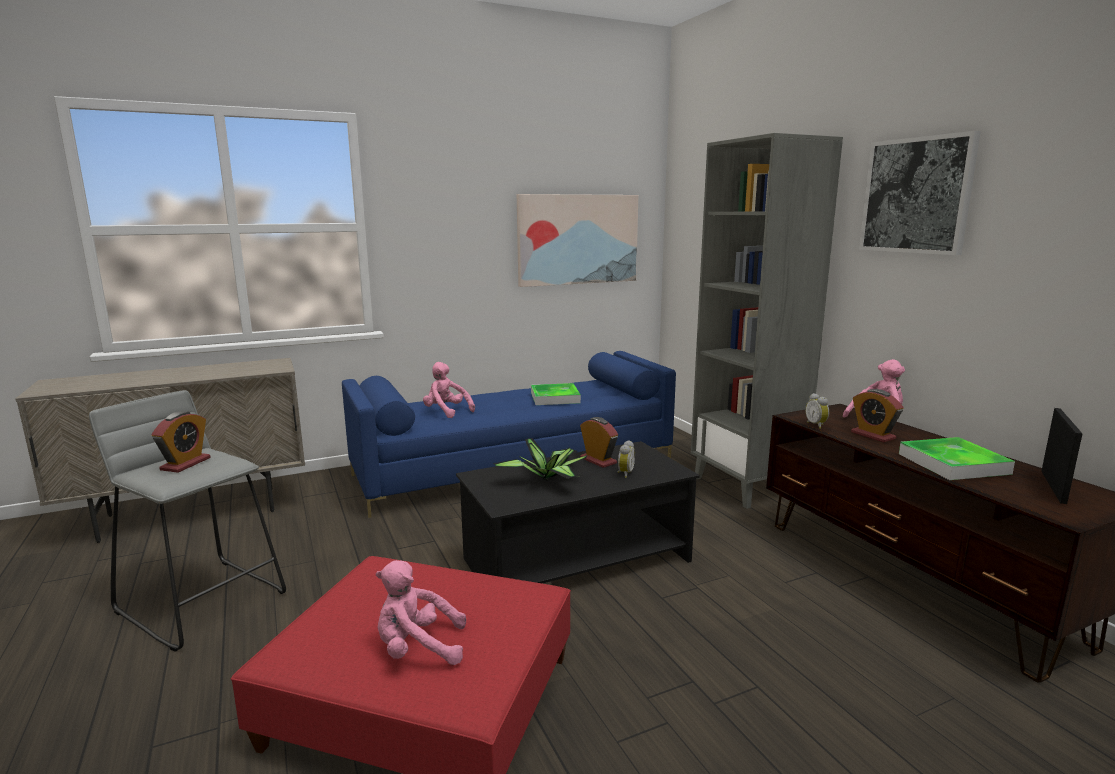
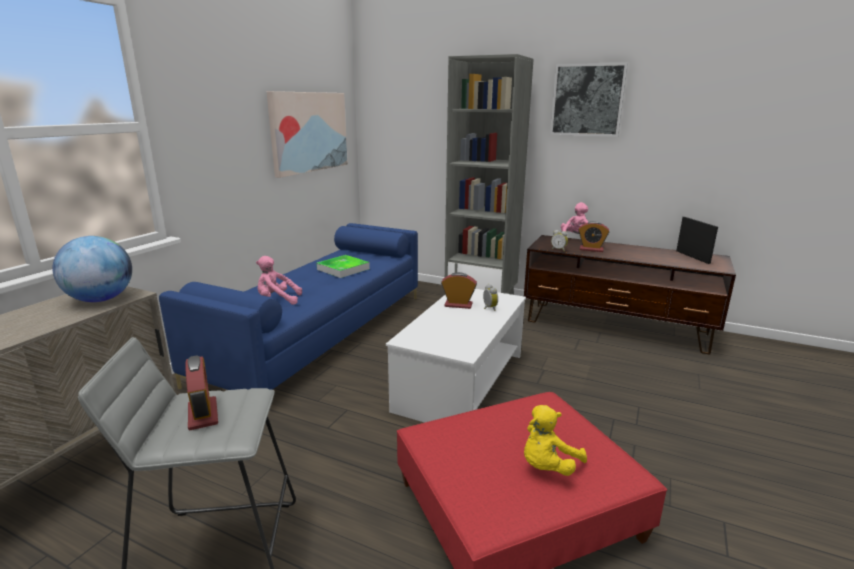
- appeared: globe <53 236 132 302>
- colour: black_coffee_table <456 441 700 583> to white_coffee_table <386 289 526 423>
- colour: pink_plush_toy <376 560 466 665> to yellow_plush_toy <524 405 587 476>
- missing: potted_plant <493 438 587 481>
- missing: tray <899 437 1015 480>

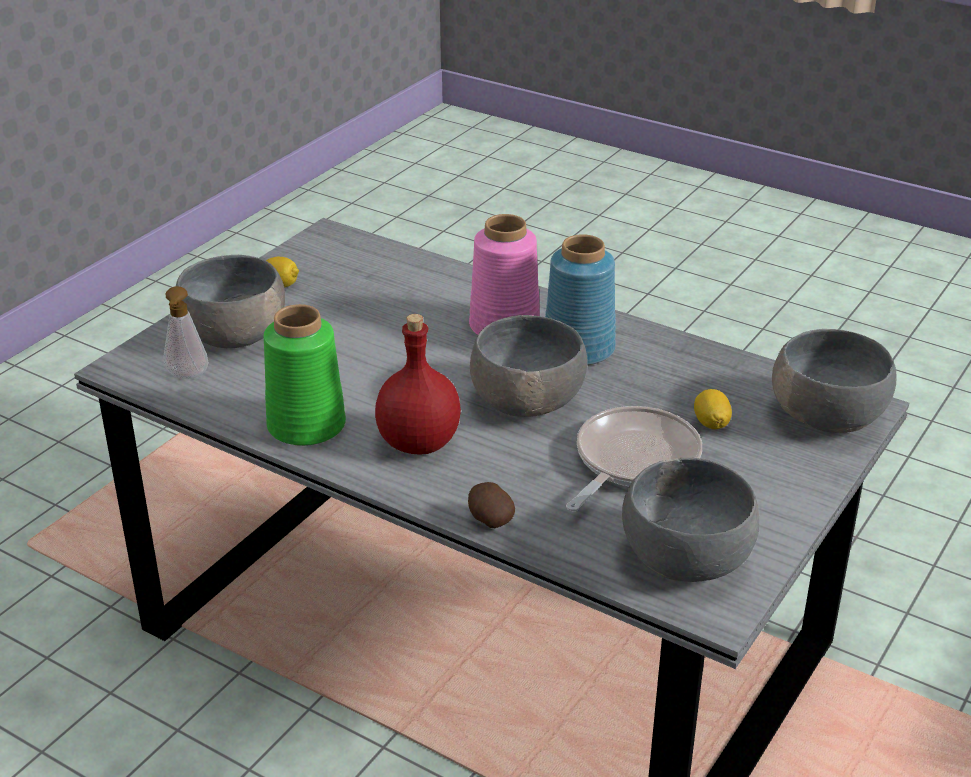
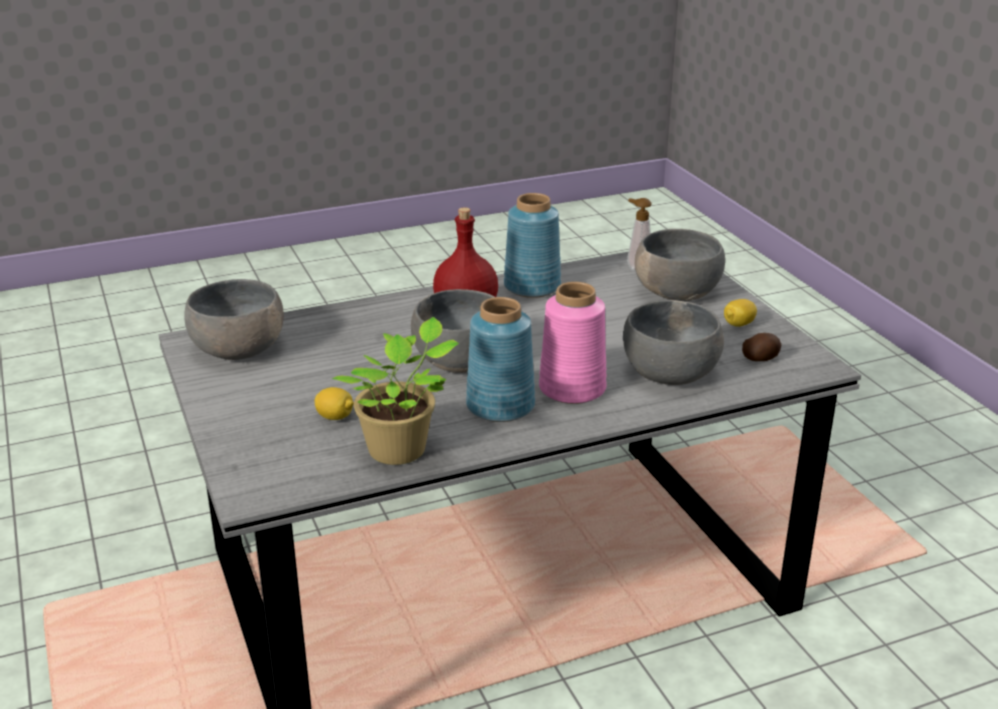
- appeared: potted_plant <331 317 459 465>
- colour: green_vase <263 304 346 446> to blue_vase <504 193 561 298>
- relocated: grey_bowl <772 329 897 433> to <623 300 724 385>
- relocated: potato <468 482 515 528> to <742 333 781 361>
- missing: frying_pan <566 406 702 511>

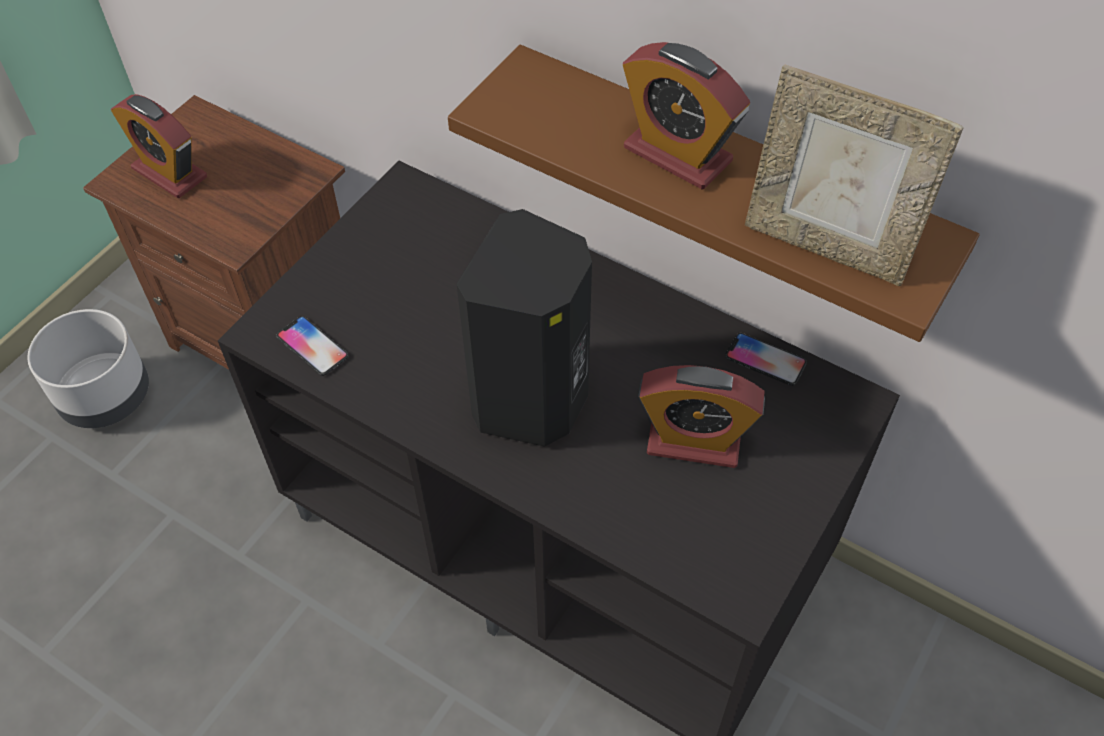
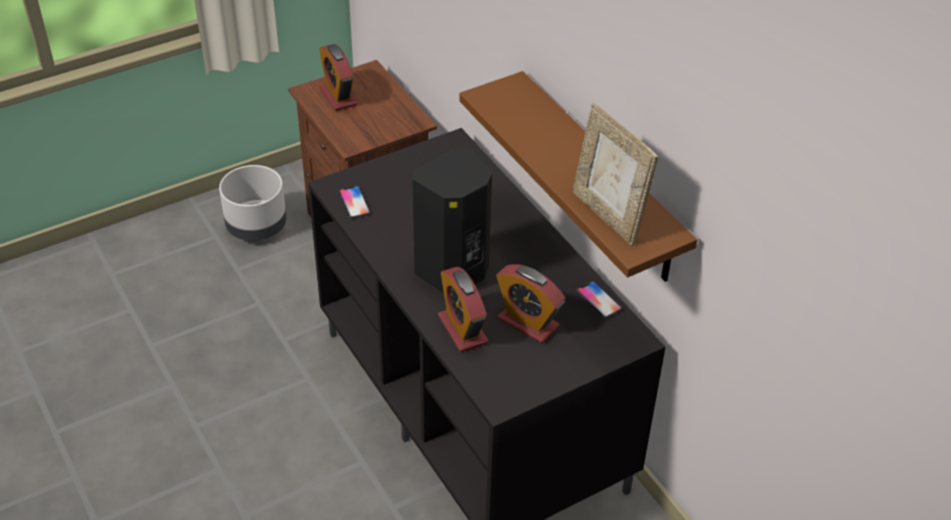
- relocated: alarm_clock <623 42 750 190> to <438 267 488 352>

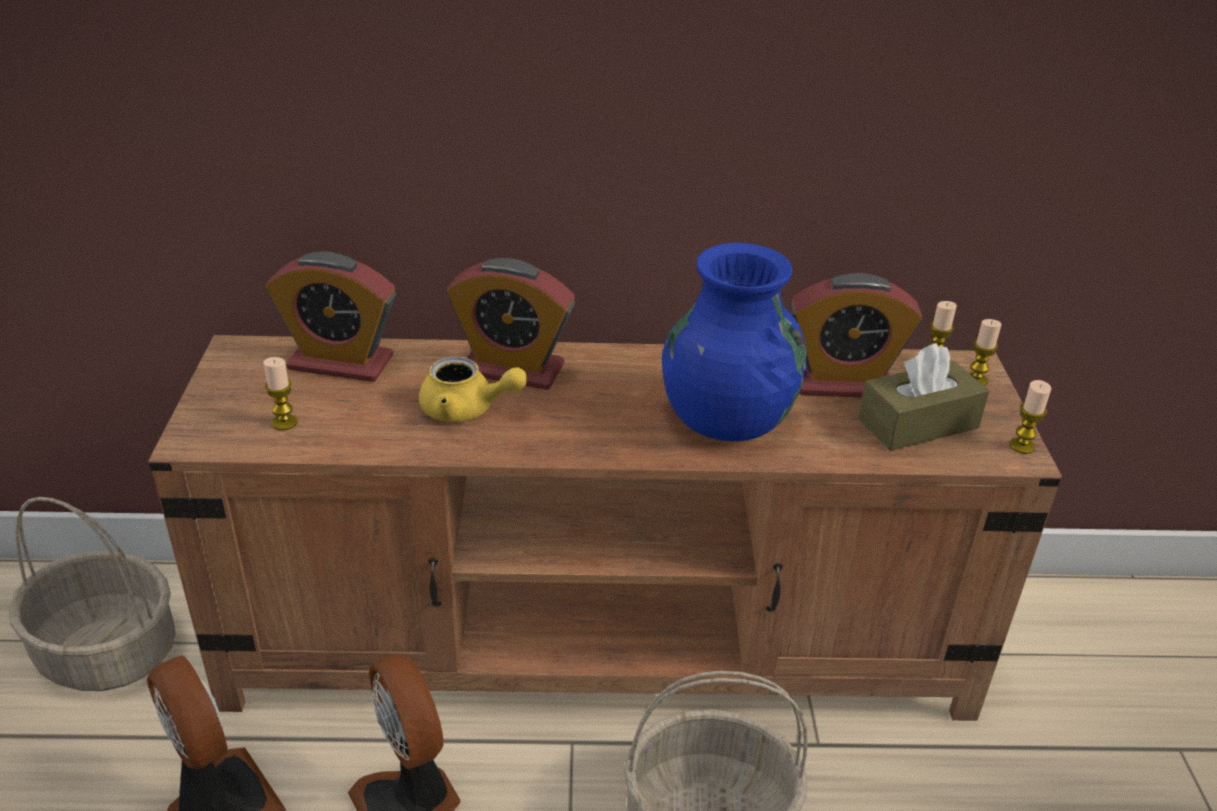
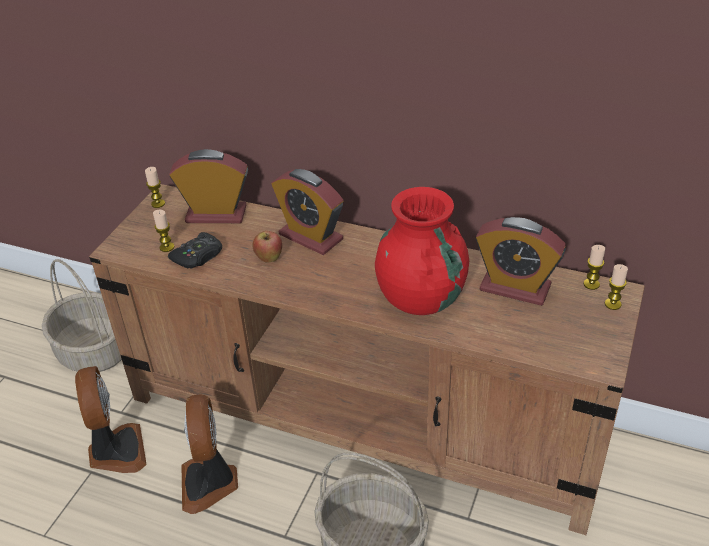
- relocated: candle <1009 380 1051 454> to <145 167 165 208>
- appeared: black_game_controller <168 232 222 269>
- spun: alarm_clock <266 252 396 382> = <169 149 248 223> 150 degrees clockwise
- exchanged: yellow_teapot <419 356 527 422> to apple <252 231 282 263>
- colour: blue_vase <662 243 807 441> to red_vase <375 187 469 315>
- missing: brown_tissue_box <858 343 989 451>

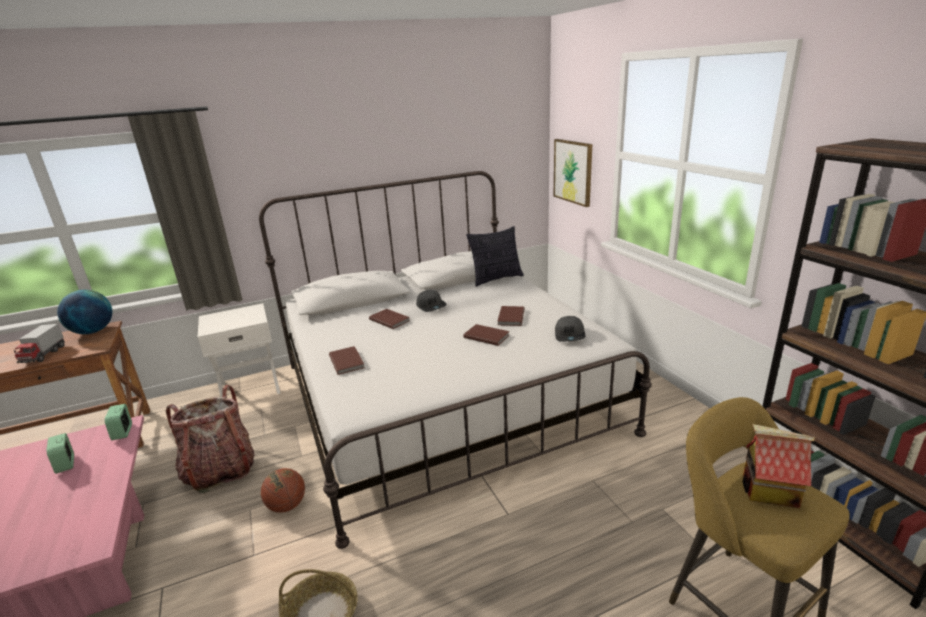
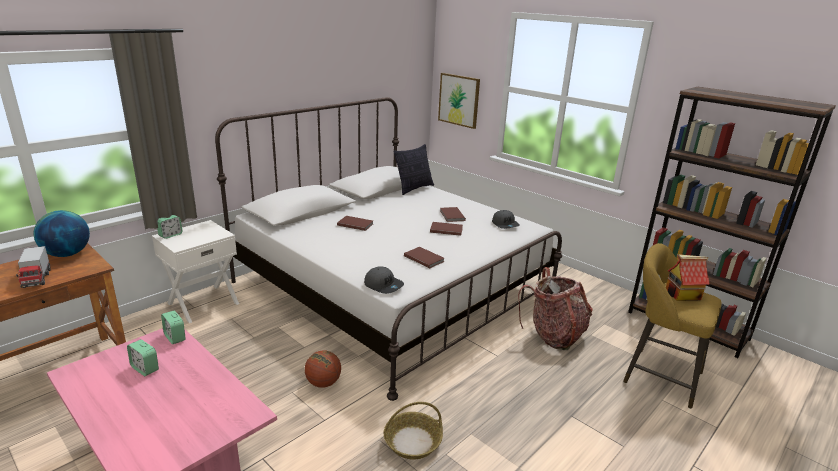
- appeared: alarm_clock <157 215 183 239>
- relocated: grey_cap <416 290 447 312> to <364 266 404 294>
- relocated: brown_book <329 346 365 375> to <404 247 444 268>
- relocated: backpack <166 385 255 493> to <518 267 593 350>

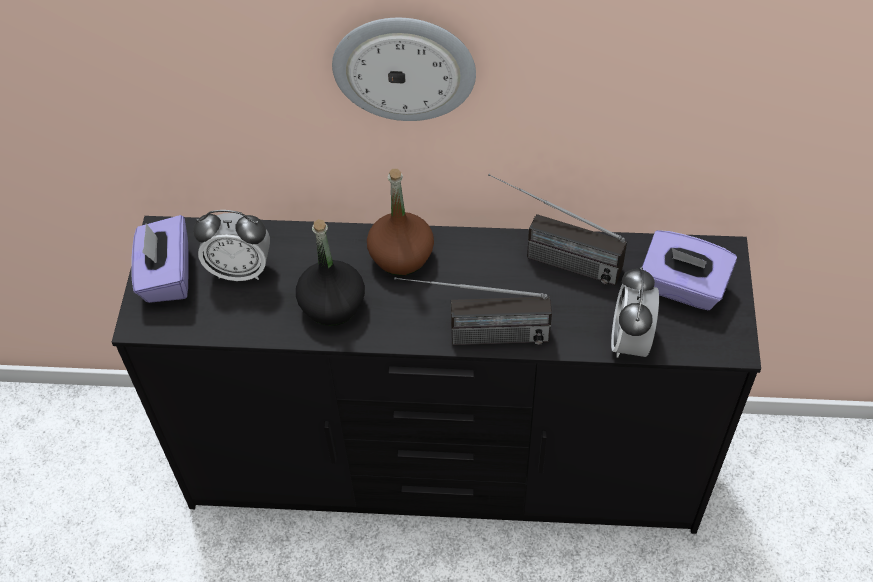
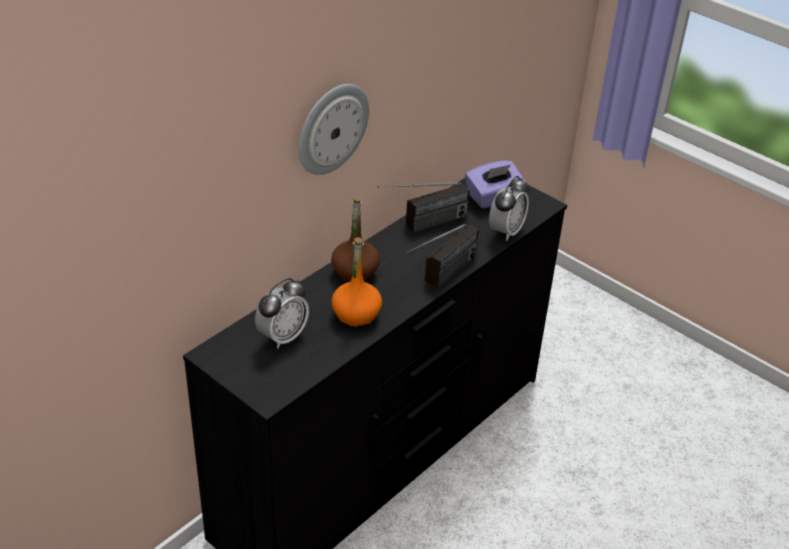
- colour: black_bottle <296 219 365 326> to orange_bottle <331 237 382 328>
- spun: alarm_clock <611 266 659 358> = <489 176 529 241> 105 degrees counterclockwise
- missing: purple_tissue_box <131 215 189 303>

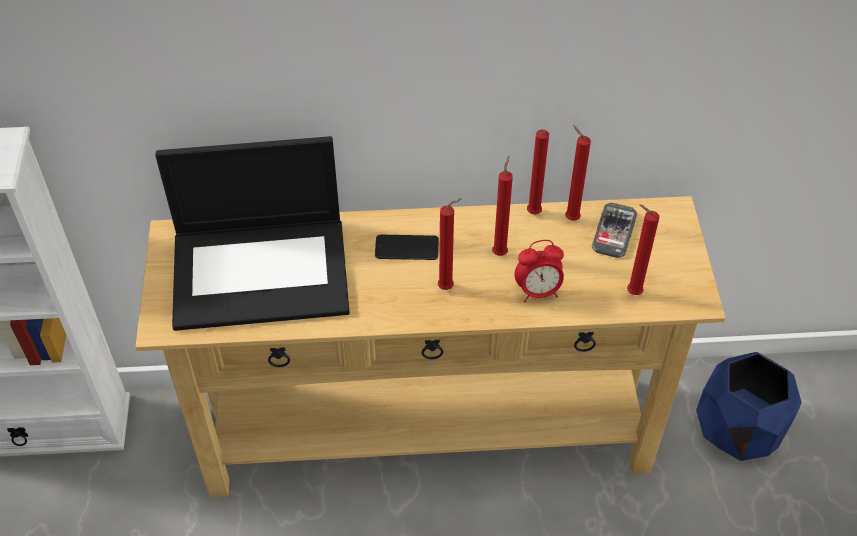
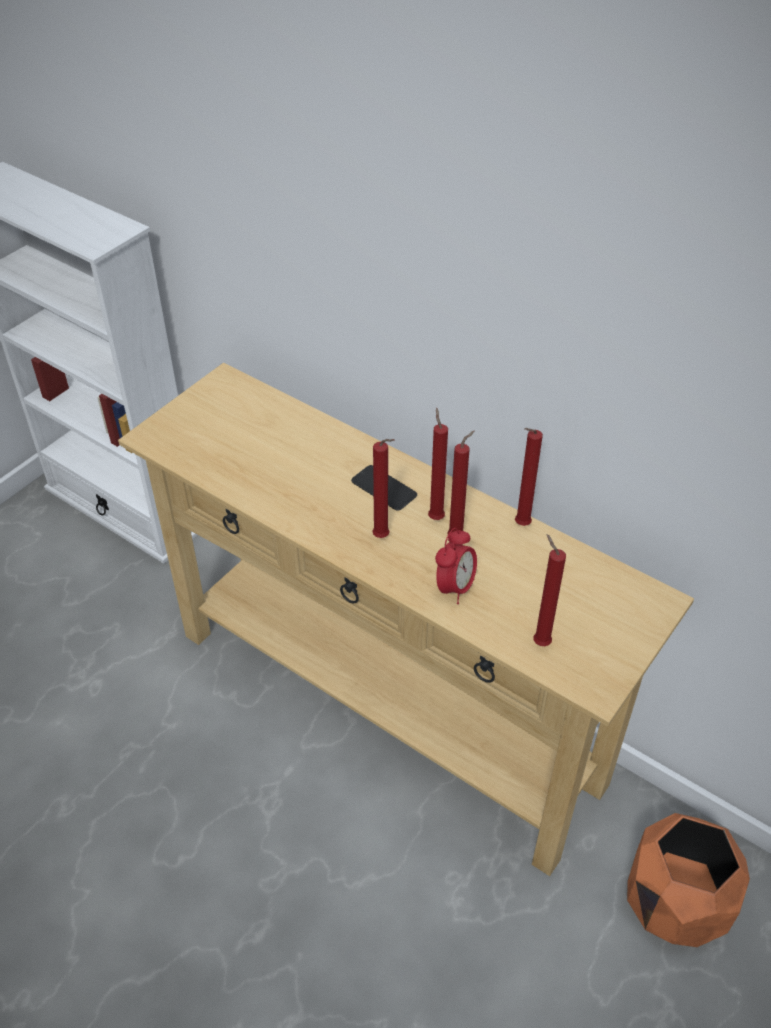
- relocated: red_candle <565 125 591 221> to <428 408 448 520>
- spun: alarm_clock <514 240 564 302> = <435 528 477 604> 90 degrees counterclockwise
- colour: blue_planter <696 352 802 461> to orange_planter <627 813 750 947>
- missing: laptop <156 136 350 331>
- missing: phone <592 203 637 258>

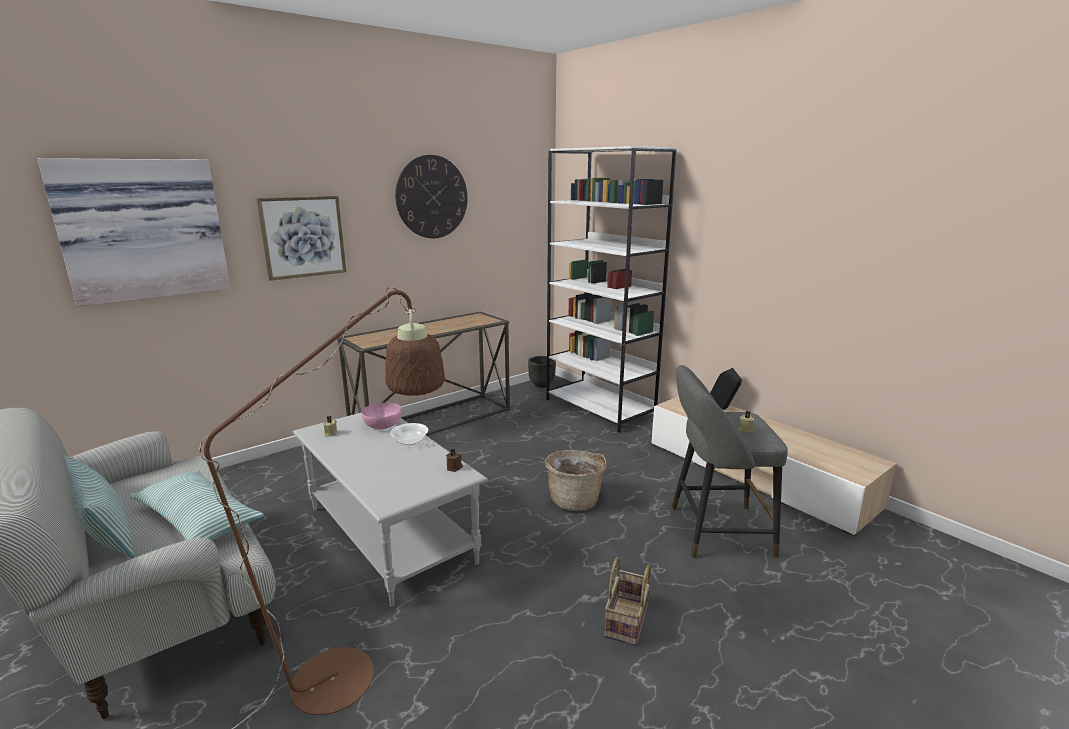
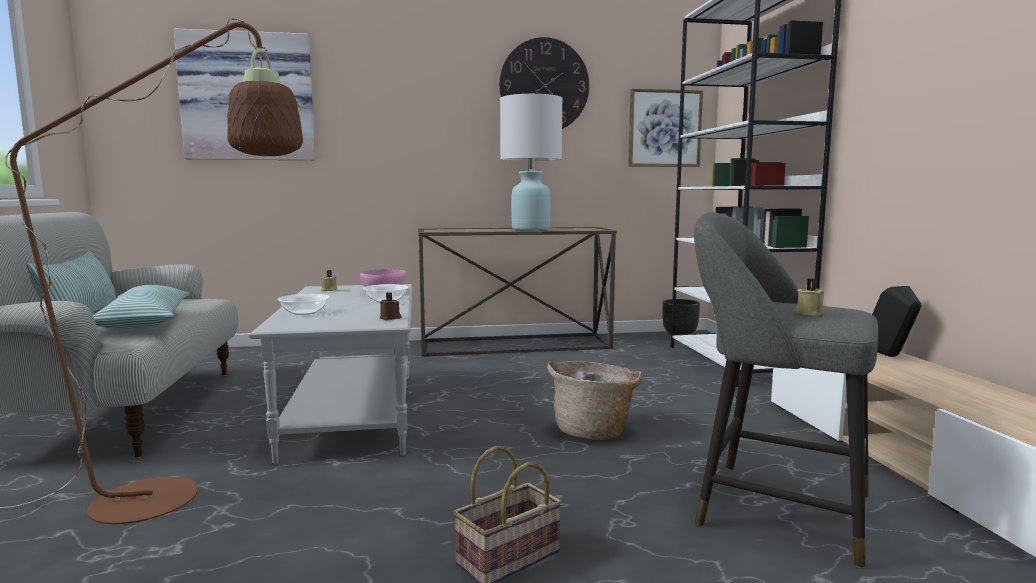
- appeared: bowl <278 294 330 315>
- appeared: white_table_lamp <500 94 563 230>
- relocated: picture <257 196 346 281> to <628 89 703 167>

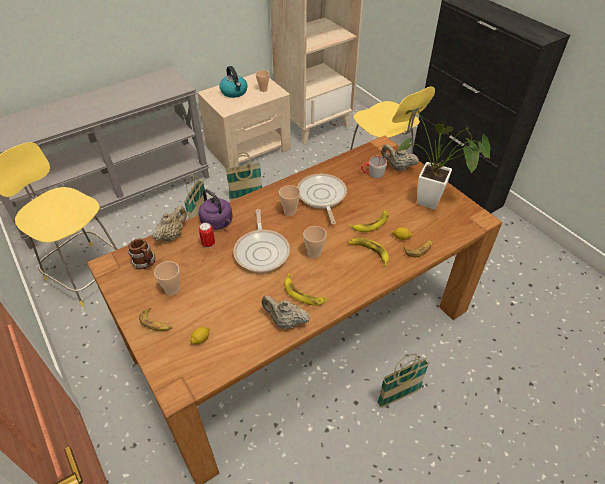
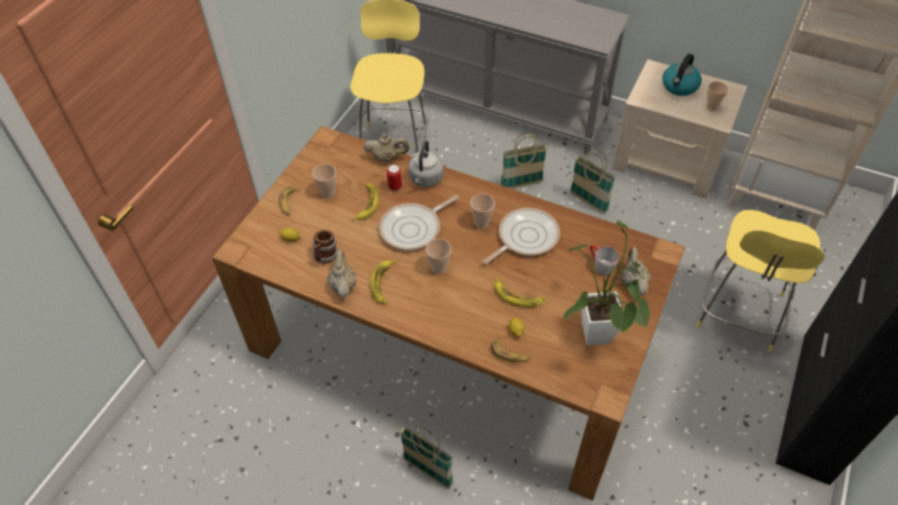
- relocated: mug <128 238 156 269> to <312 230 338 263>
- relocated: banana <348 237 389 267> to <352 183 379 220>
- colour: purple_kettle <199 189 233 230> to grey_kettle <408 140 444 187>

